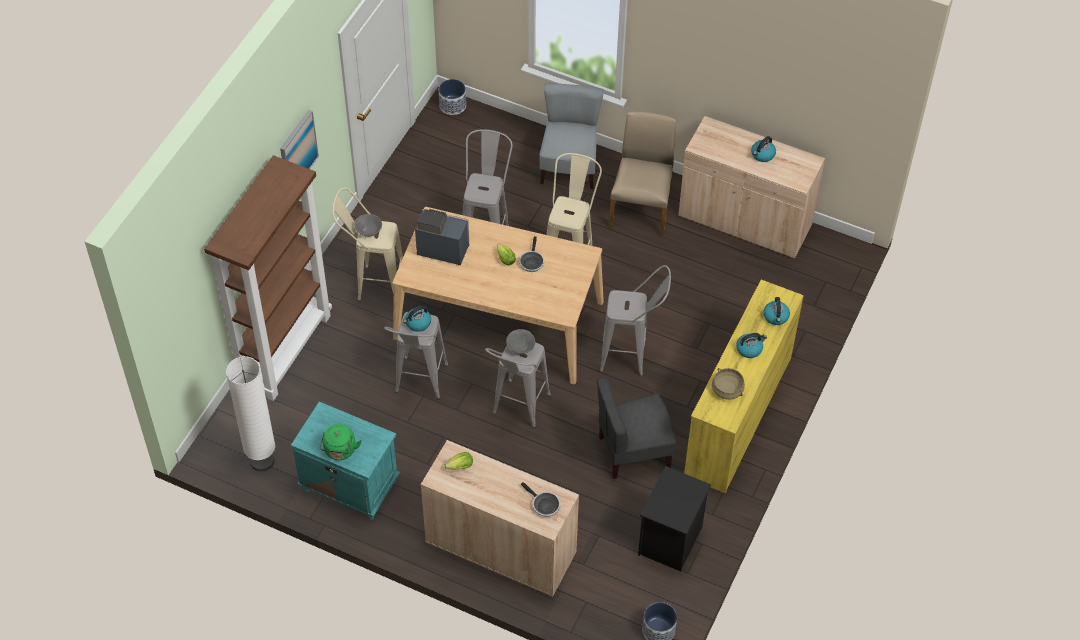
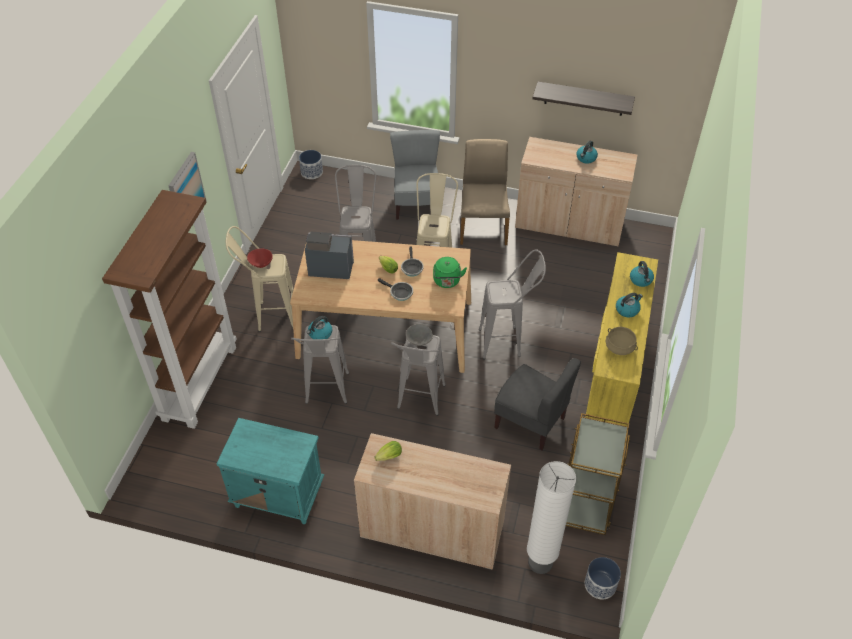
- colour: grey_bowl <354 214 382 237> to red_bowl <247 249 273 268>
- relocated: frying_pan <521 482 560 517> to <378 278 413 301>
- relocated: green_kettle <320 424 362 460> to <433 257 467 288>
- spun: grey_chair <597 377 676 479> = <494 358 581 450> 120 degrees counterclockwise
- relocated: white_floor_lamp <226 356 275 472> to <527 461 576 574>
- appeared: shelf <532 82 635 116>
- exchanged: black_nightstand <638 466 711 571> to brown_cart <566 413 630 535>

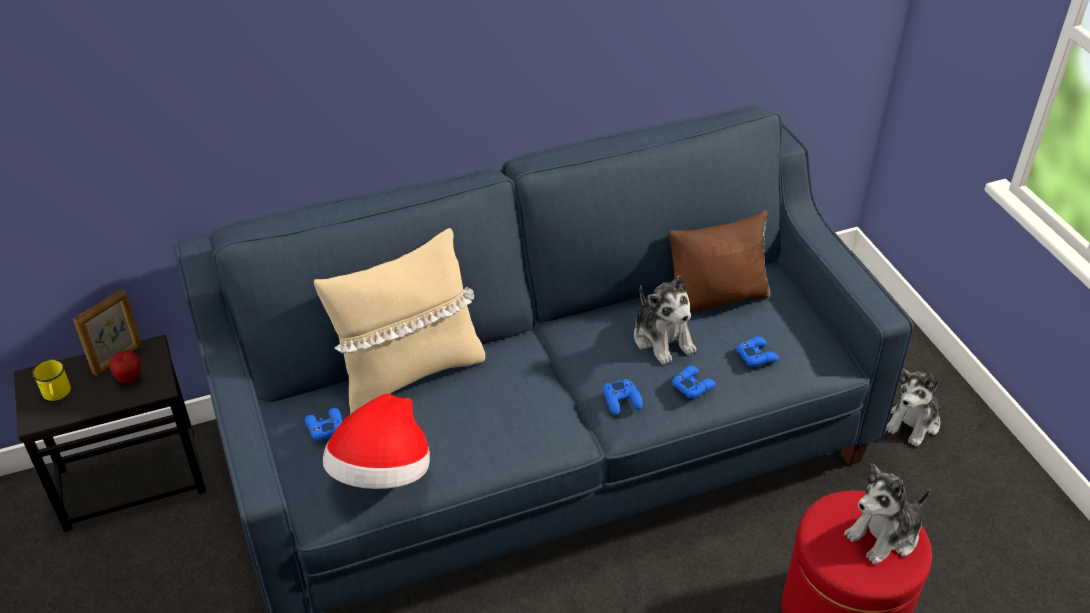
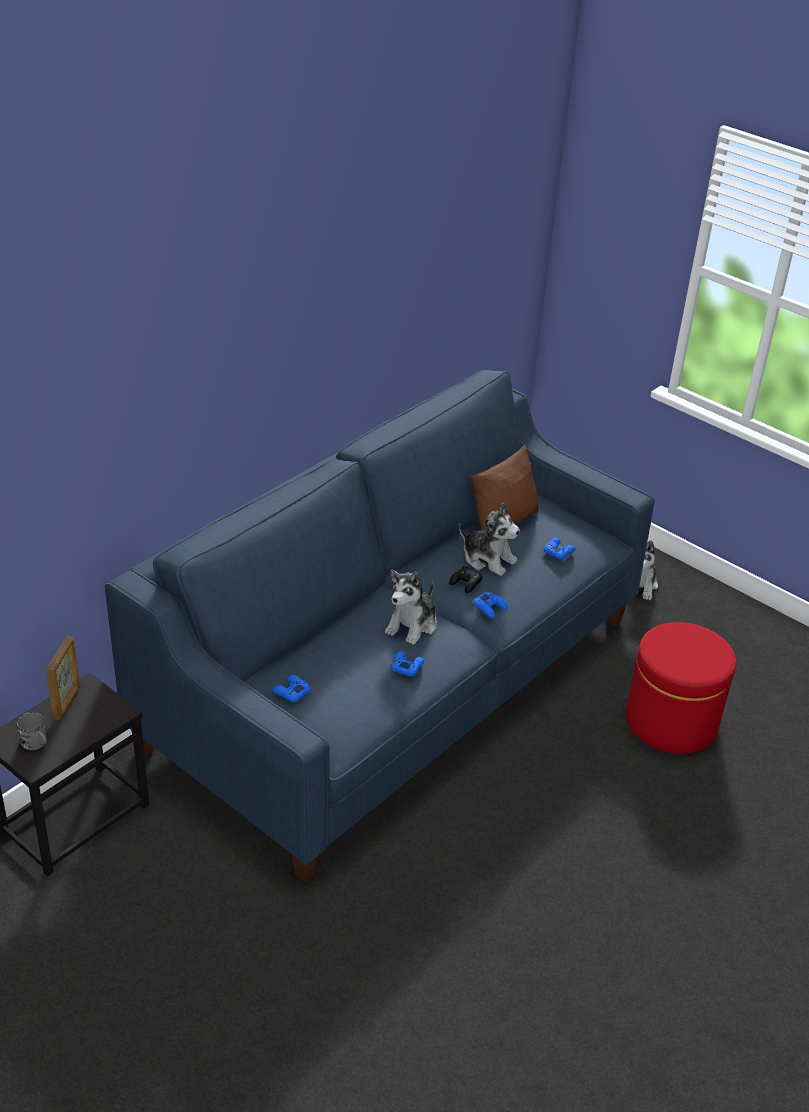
- colour: yellow_mug <32 359 71 401> to grey_mug <16 712 47 750>
- relocated: plush_toy <844 463 930 565> to <385 570 437 645>
- relocated: blue_game_controller <672 366 716 398> to <391 651 424 676>
- appeared: black_game_controller <449 566 482 593>
- missing: apple <109 351 141 384>
- missing: beige_pillow <314 228 485 414>
- missing: hat <323 394 430 489>

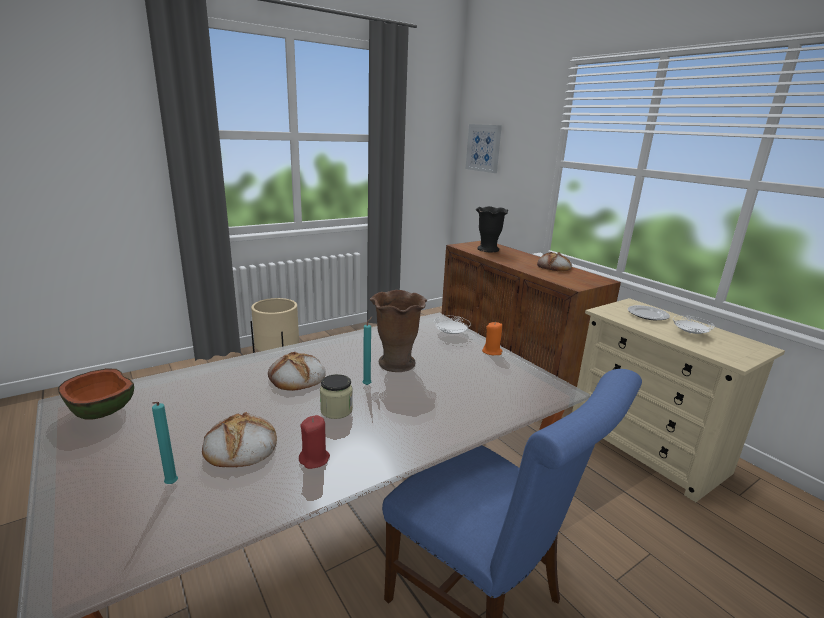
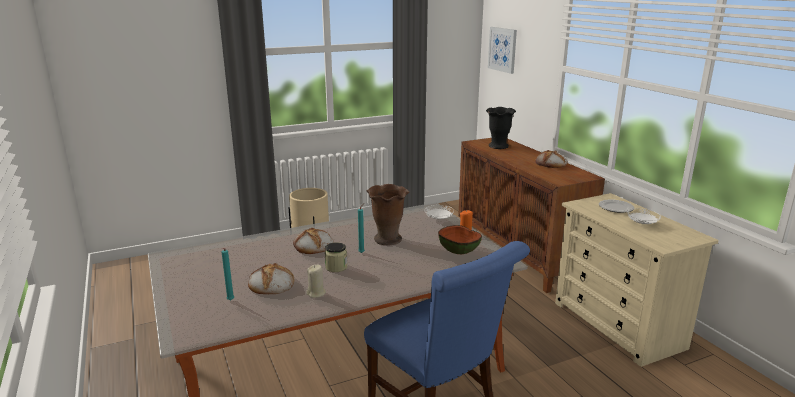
- colour: red_candle <299 415 330 469> to beige_candle <306 265 326 298>
- relocated: bowl <58 369 134 419> to <438 225 482 254>

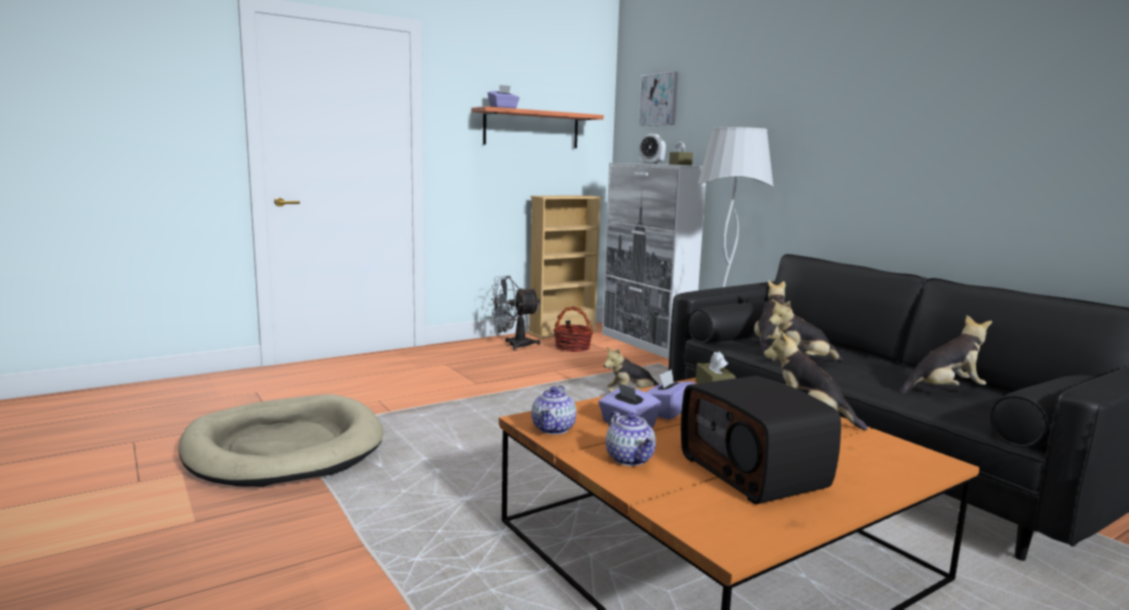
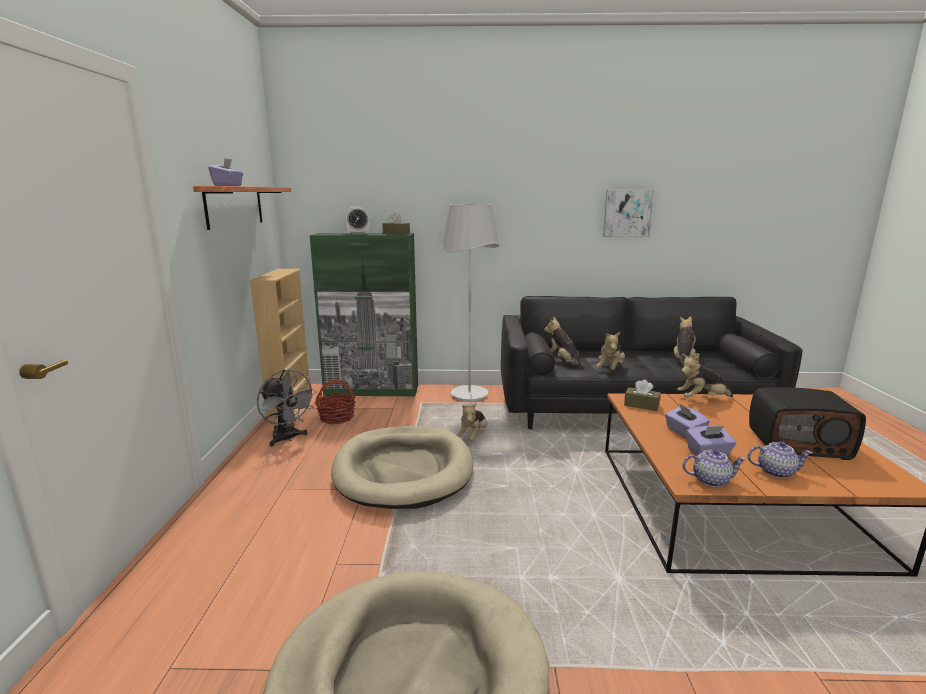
- spun: grey_fan <491 276 540 351> = <257 370 317 446> 60 degrees counterclockwise
- colour: white_cabinet <602 163 706 359> to green_cabinet <310 233 418 396>
- appeared: beige_dog_bed <331 426 473 509>
- relocated: picture <639 72 678 126> to <603 190 654 237>
- spun: teapot <531 386 577 434> = <683 449 746 487> 45 degrees counterclockwise

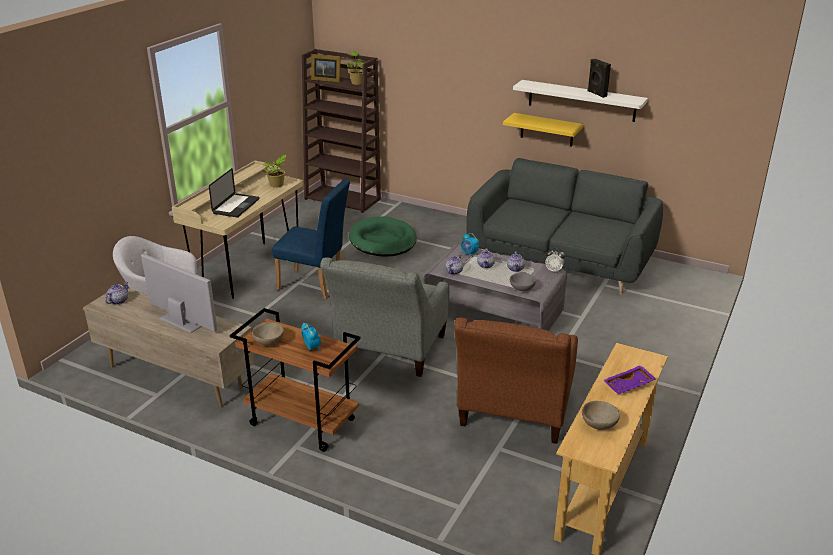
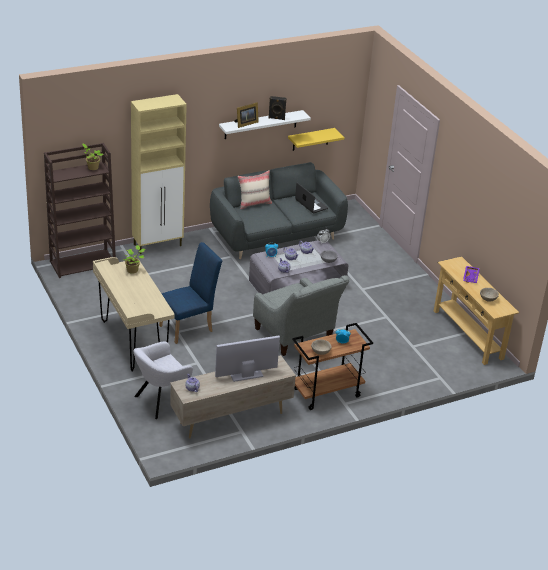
- appeared: beige_cabinet <131 94 187 254>
- relocated: picture_frame <311 54 340 83> to <235 102 259 128>
- appeared: beige_pillow <238 170 272 209>
- relocated: yellow_shelf <503 113 583 146> to <288 128 345 151>
- relocated: laptop <209 168 260 217> to <295 183 328 213>
- missing: green_dog_bed <349 217 417 256>
- missing: brown_armchair <454 317 578 444>

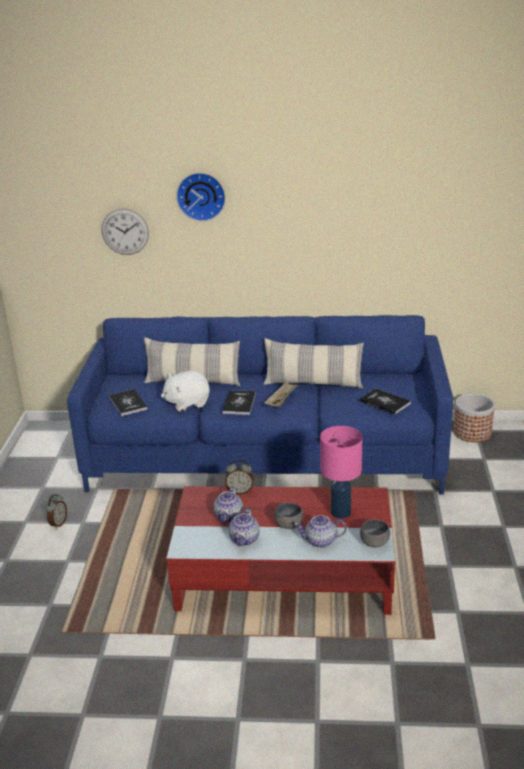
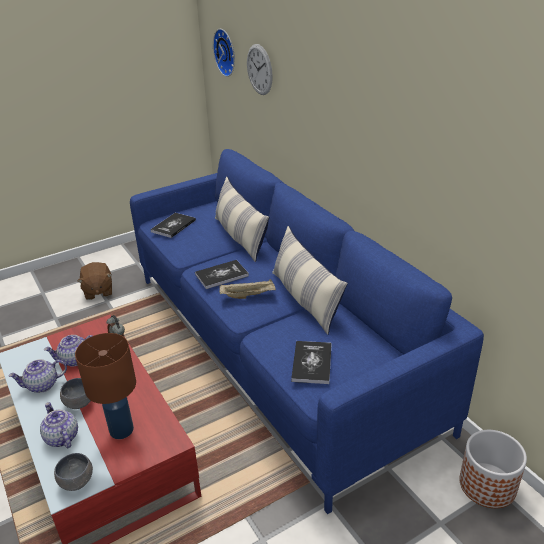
- colour: pink_table_lamp <320 426 362 519> to brown_table_lamp <75 333 136 439>
- exchanged: alarm_clock <45 494 67 529> to brown_plush_toy <77 262 112 300>
- relocated: wall_clock <176 173 226 221> to <213 29 235 77>
- missing: white_plush_toy <161 370 210 412>

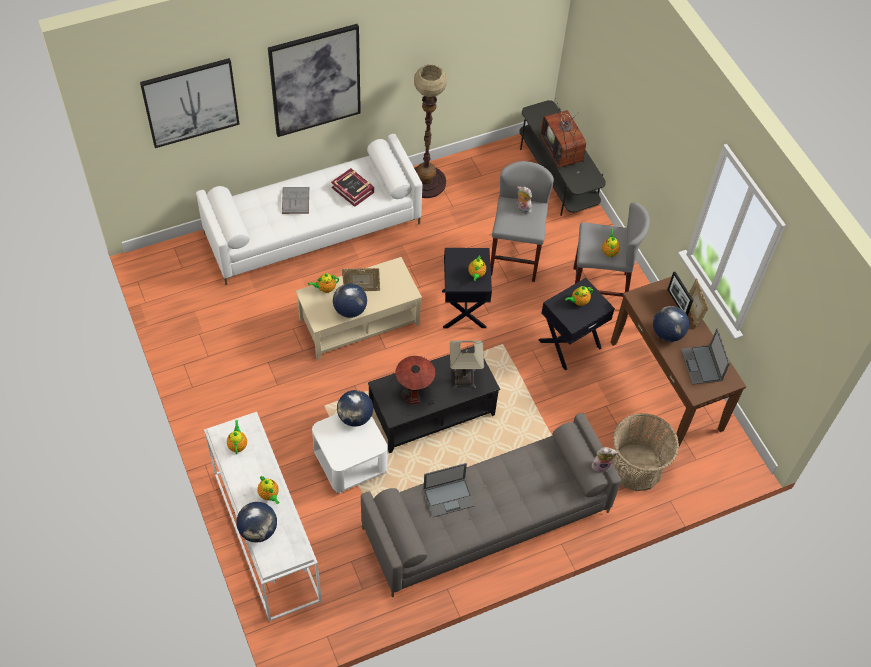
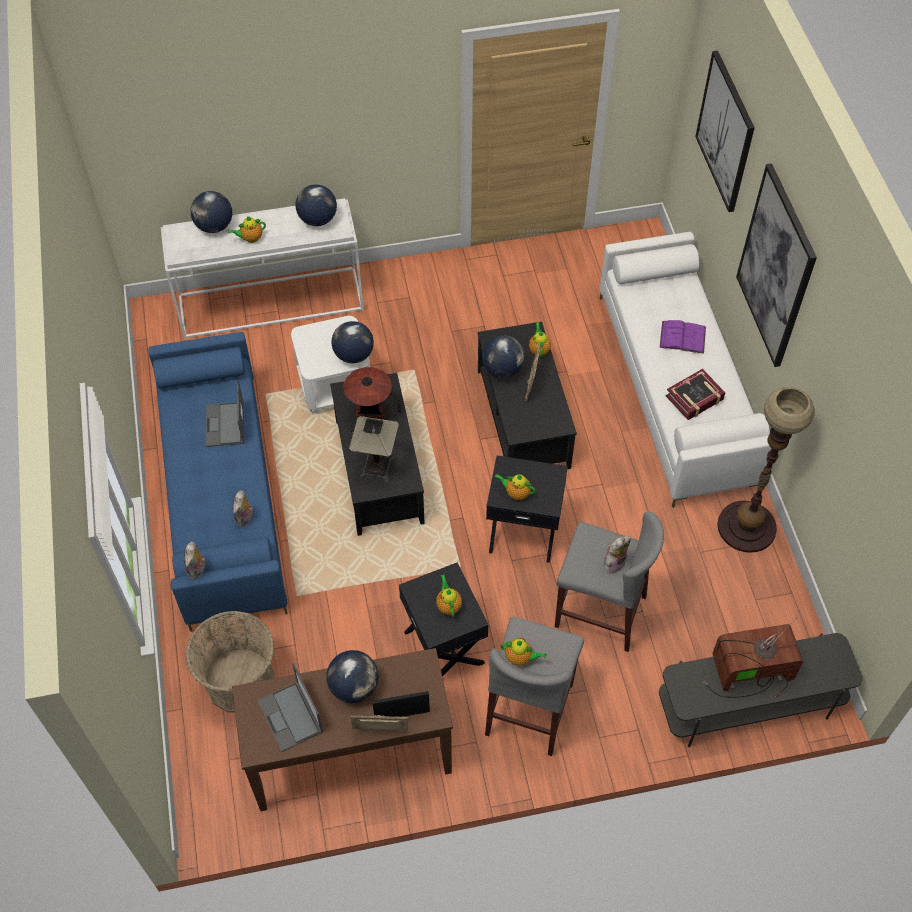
- colour: grey_sofa <361 413 621 597> to blue_sofa <148 332 287 632>
- appeared: plush_toy <232 491 253 527>
- spun: laptop <681 328 730 385> = <257 663 323 752> 120 degrees counterclockwise
- exchanged: teapot <227 420 247 454> to globe <296 184 337 226>
- colour: beige_coffee_table <295 257 422 360> to black_coffee_table <478 322 577 469>
- colour: grey_book <282 187 309 214> to purple_book <660 320 706 354>

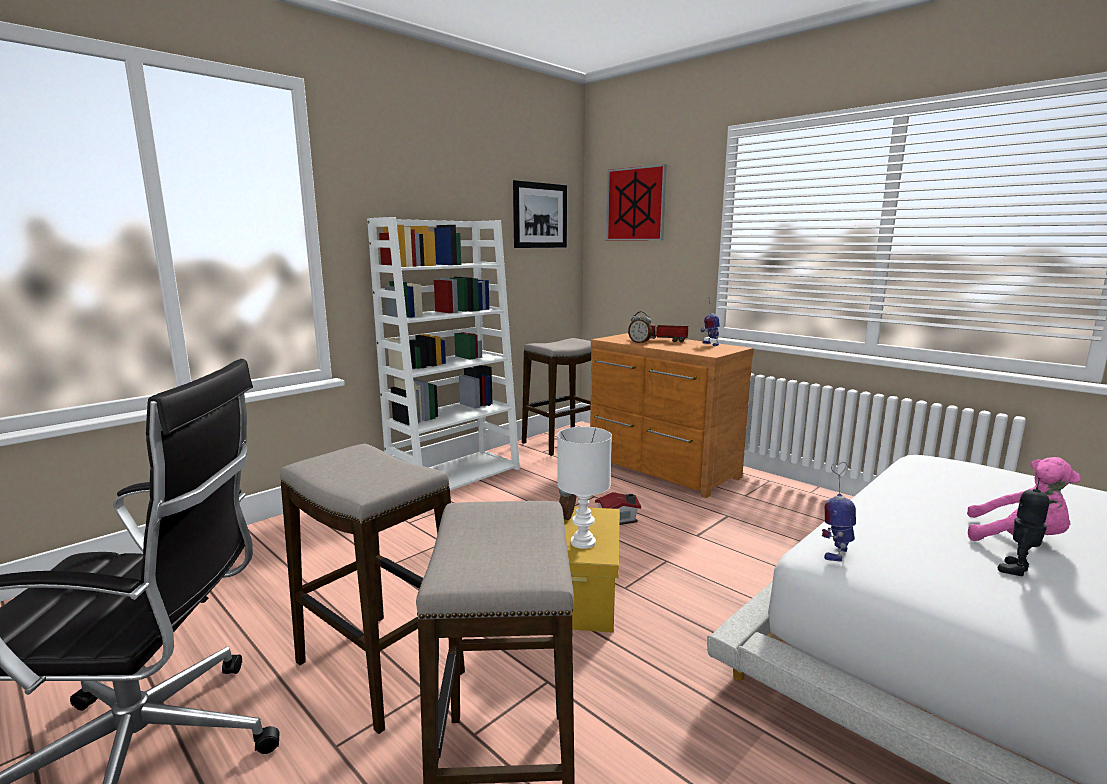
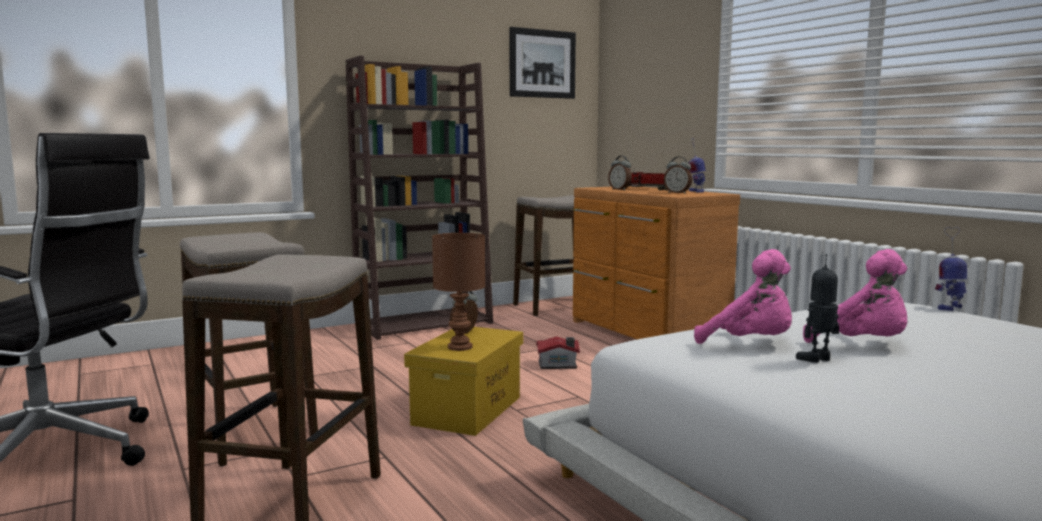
- colour: white_bookcase <367 217 520 490> to brown_bookcase <345 56 493 340>
- colour: white_table_lamp <557 427 612 549> to brown_table_lamp <432 233 485 351>
- appeared: alarm_clock <664 156 692 194>
- appeared: pink_plush_toy <694 249 792 344>
- relocated: toy_robot <822 462 856 561> to <935 227 967 311>
- missing: picture <606 164 667 240>

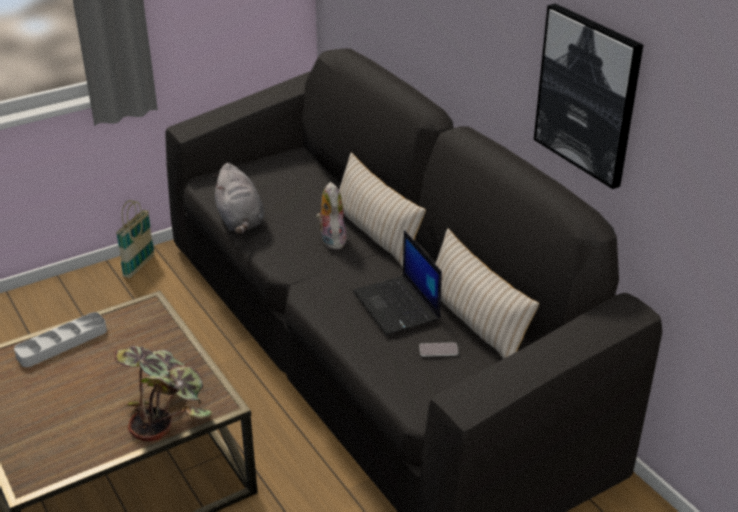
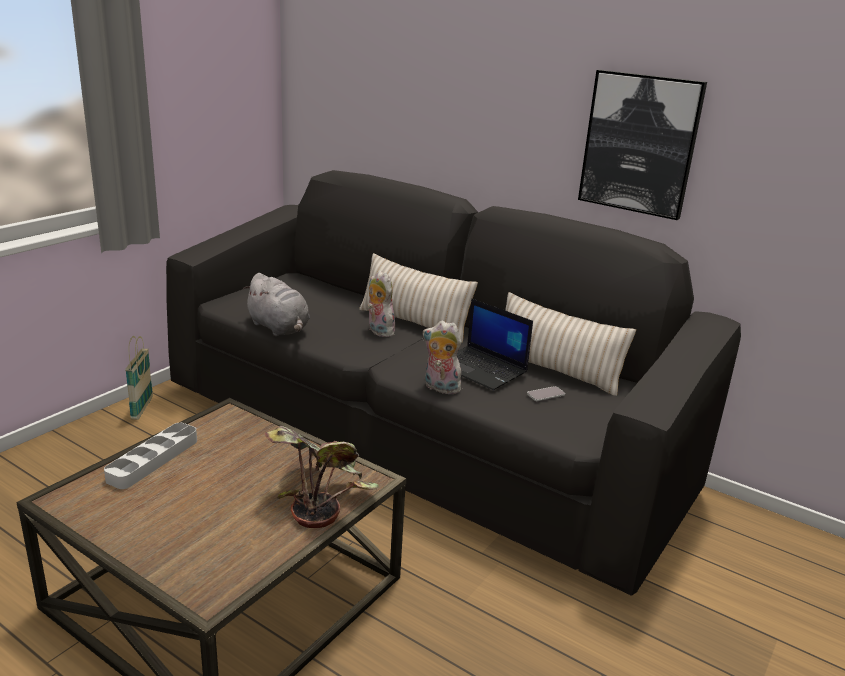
- appeared: plush_toy <423 321 463 394>

